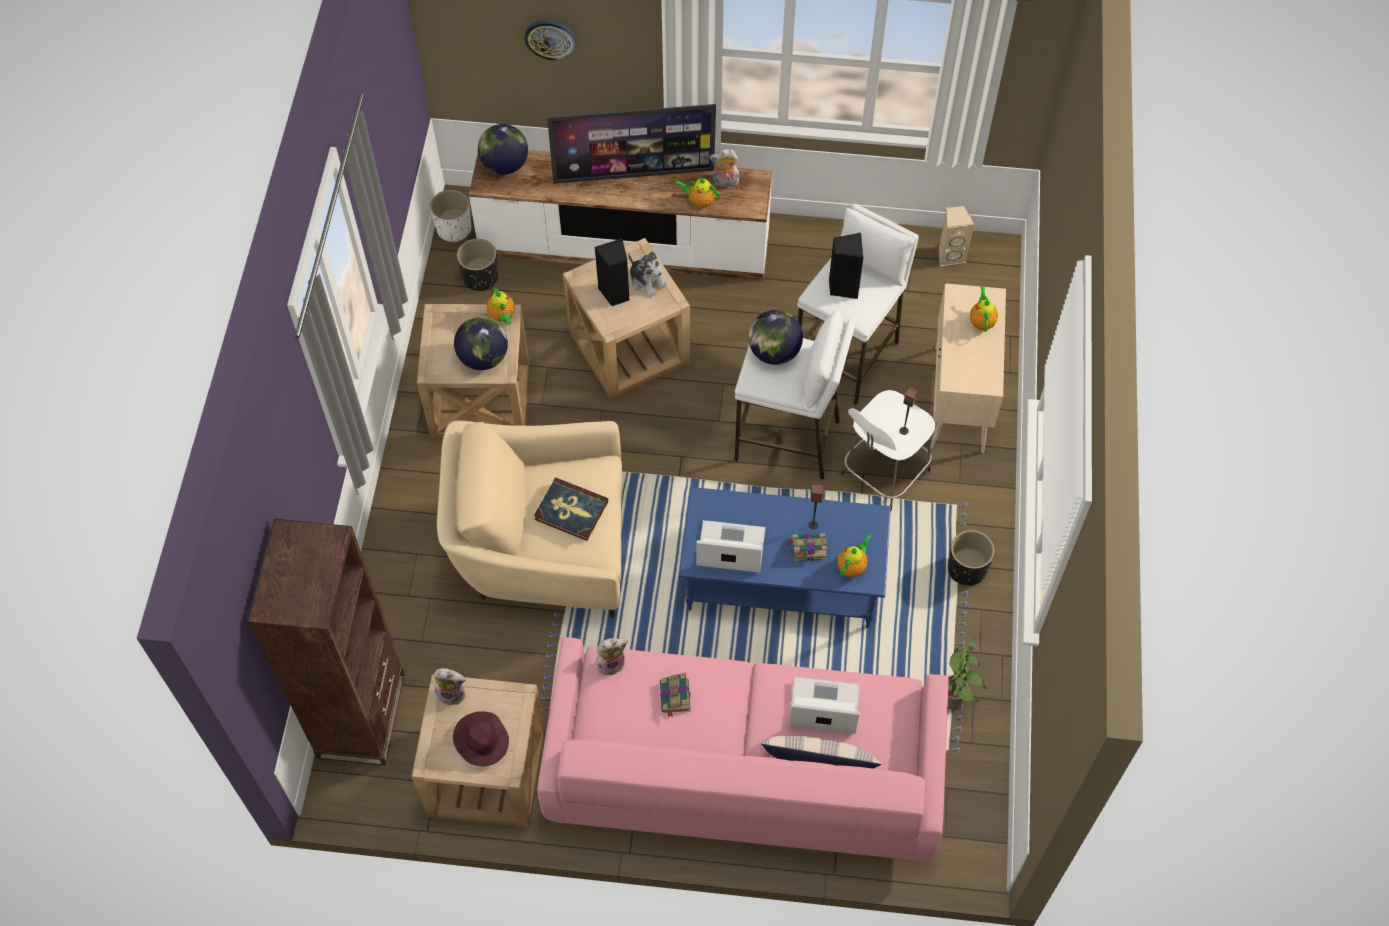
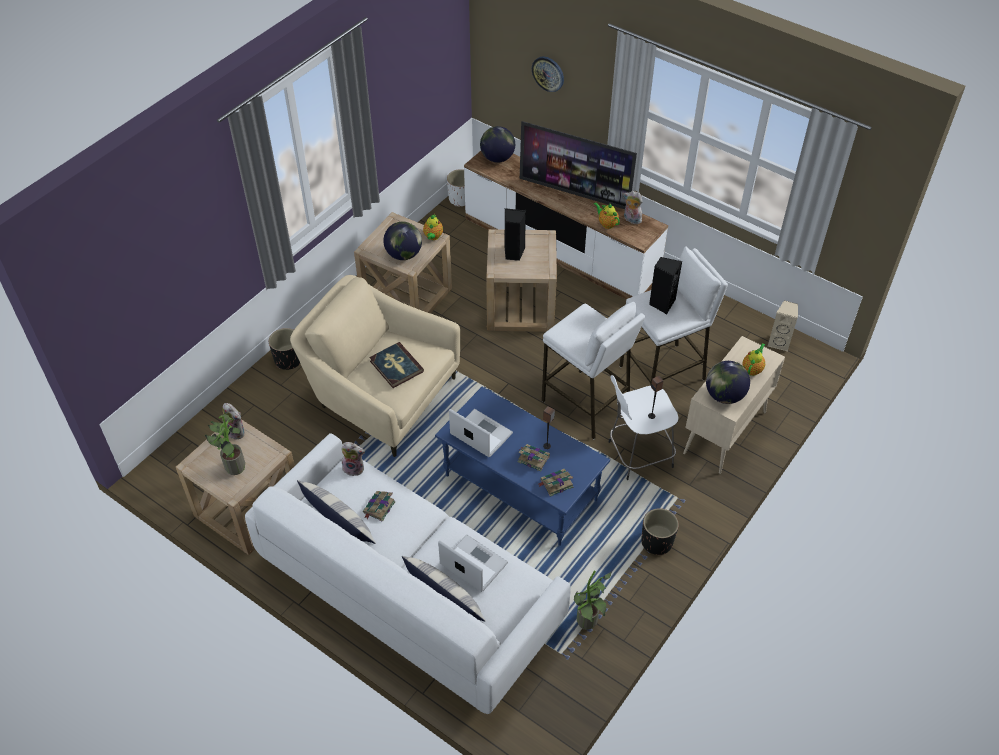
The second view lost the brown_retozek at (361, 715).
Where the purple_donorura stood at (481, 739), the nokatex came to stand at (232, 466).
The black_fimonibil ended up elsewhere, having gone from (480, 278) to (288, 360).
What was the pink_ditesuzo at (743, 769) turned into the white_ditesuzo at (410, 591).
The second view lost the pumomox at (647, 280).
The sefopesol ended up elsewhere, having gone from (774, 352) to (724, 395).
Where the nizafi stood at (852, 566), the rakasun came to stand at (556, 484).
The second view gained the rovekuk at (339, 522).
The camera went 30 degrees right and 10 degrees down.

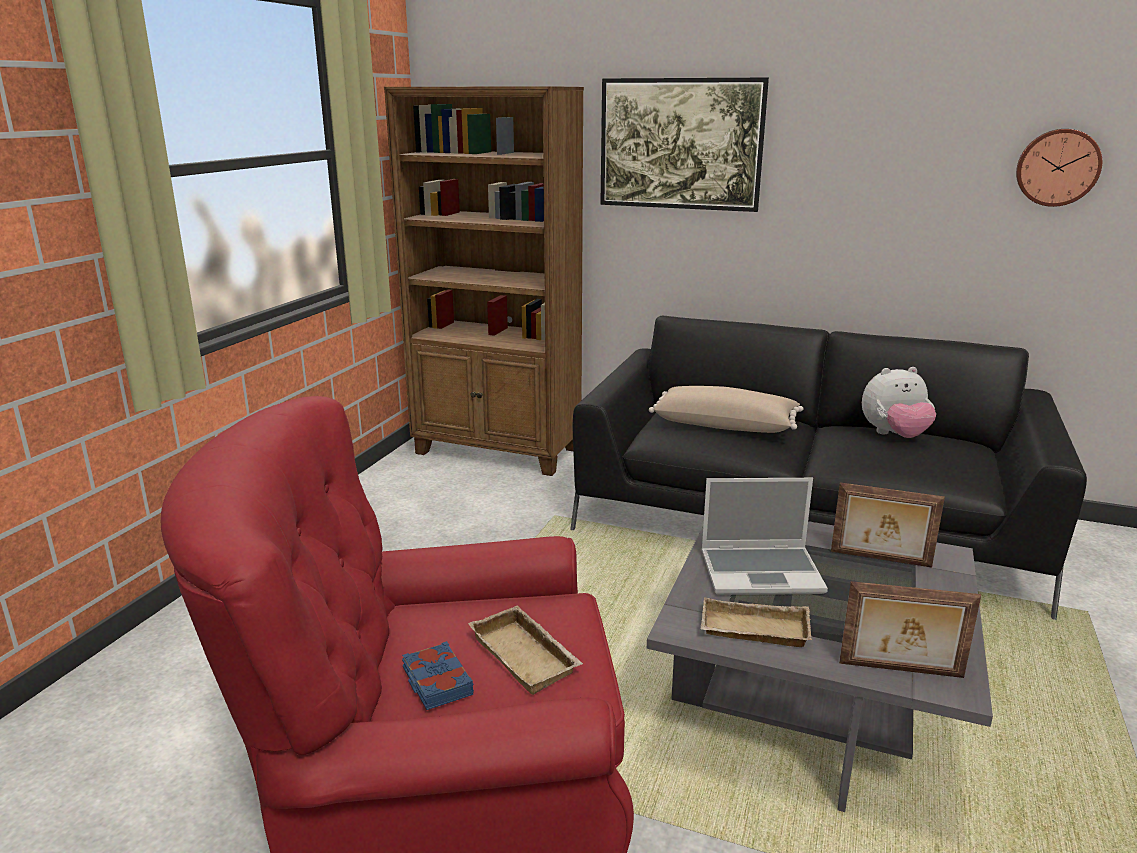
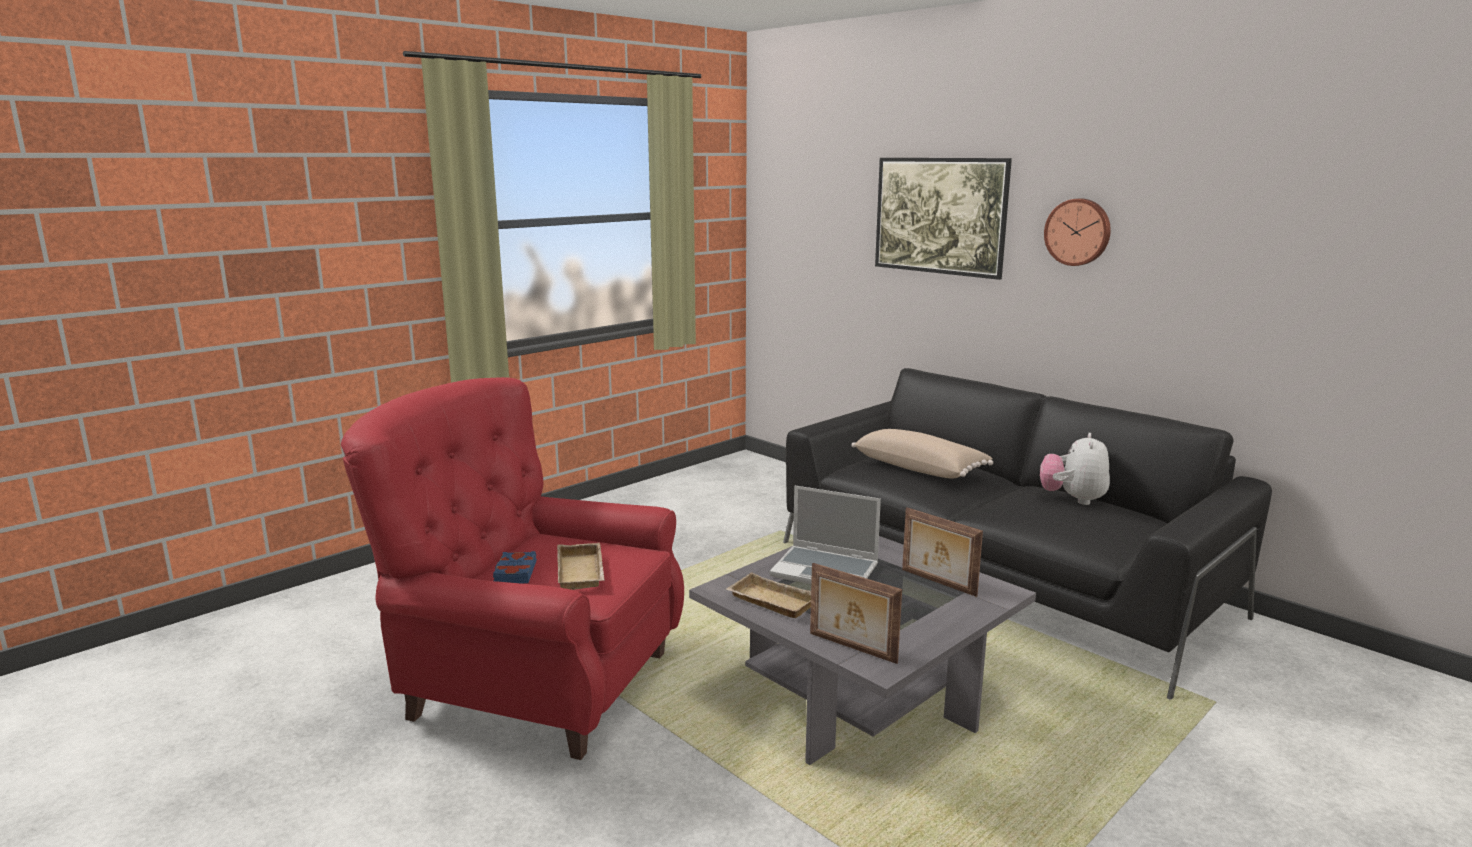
The second view lost the brown_retozek at (498, 451).
The pumomox at (894, 435) ended up facing another way, 90 degrees clockwise from before.
The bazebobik ended up elsewhere, having gone from (1057, 167) to (1078, 232).
The camera went 25 degrees right and 5 degrees down.

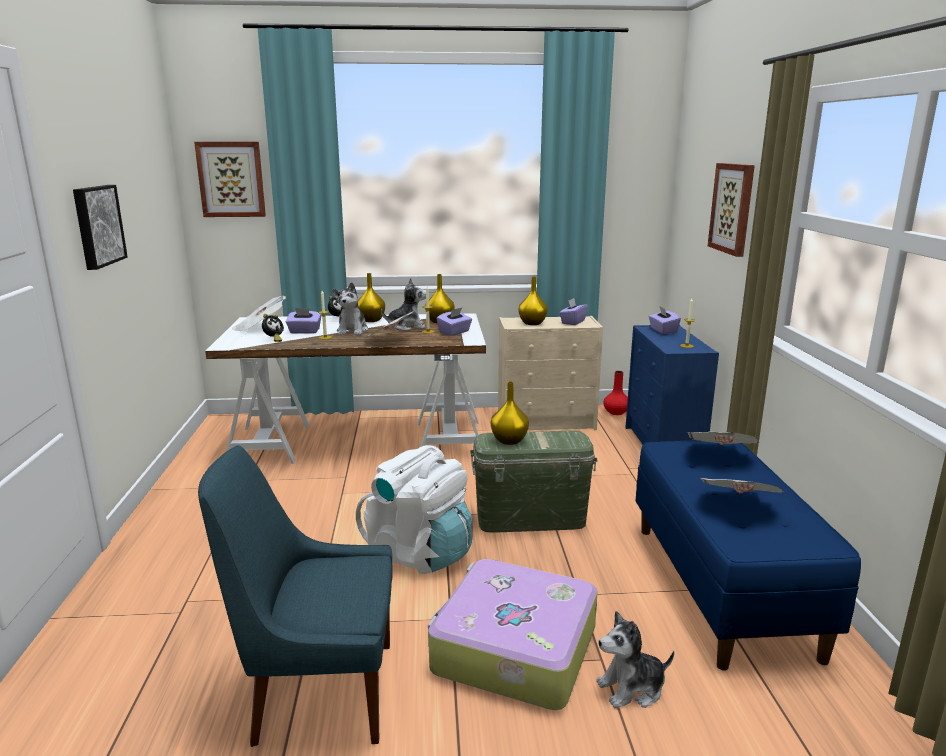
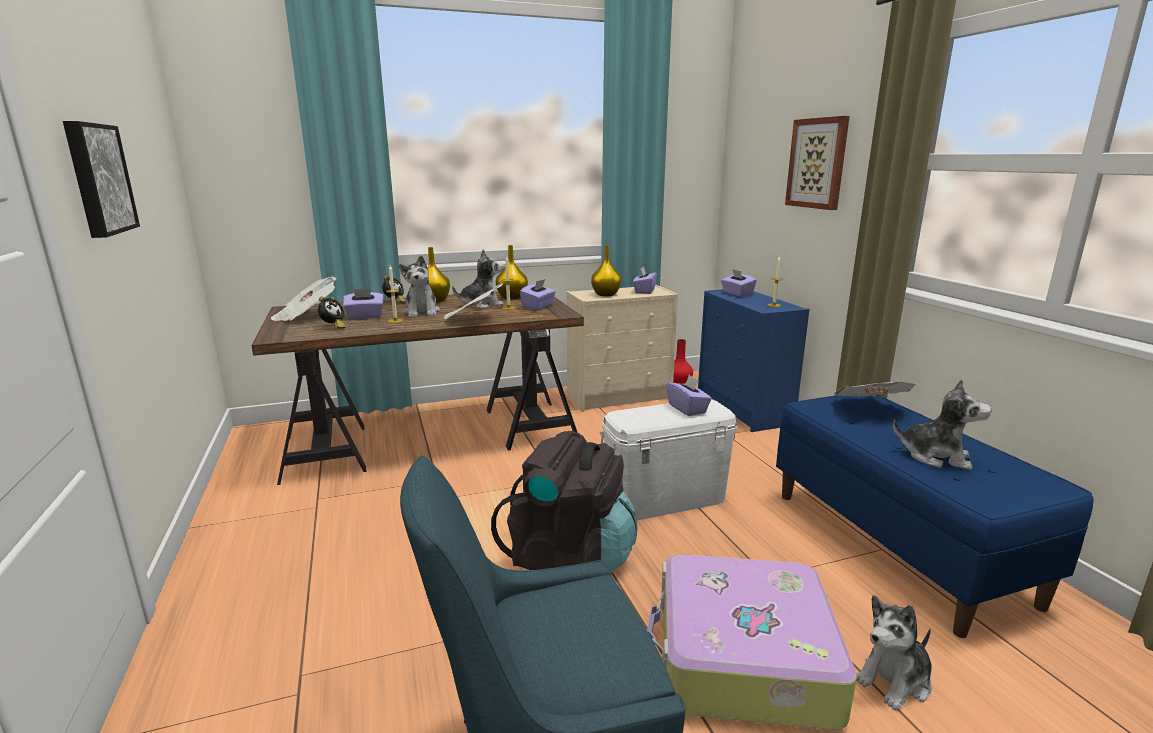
The second view lost the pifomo at (231, 179).
What was the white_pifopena at (360, 440) turned into the brown_pifopena at (433, 436).
What was the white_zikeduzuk at (419, 553) turned into the black_zikeduzuk at (569, 557).
What was the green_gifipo at (531, 518) turned into the white_gifipo at (665, 498).
The second view lost the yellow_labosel at (509, 441).
Where the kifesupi stood at (738, 505), the pumomox came to stand at (935, 456).
The second view gained the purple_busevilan at (687, 409).
The camera went 15 degrees left and 0 degrees up.

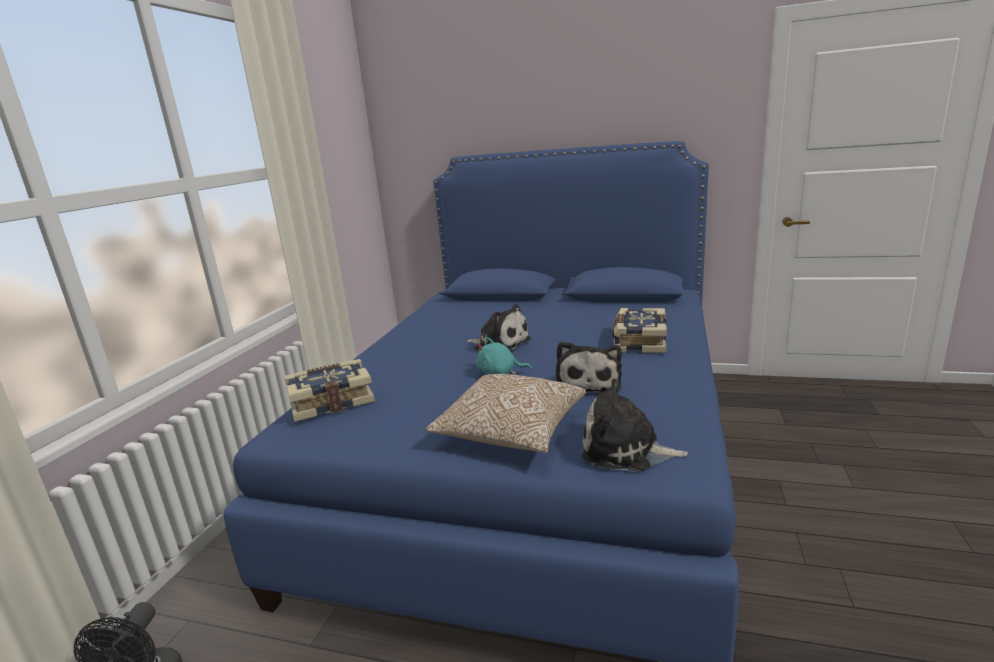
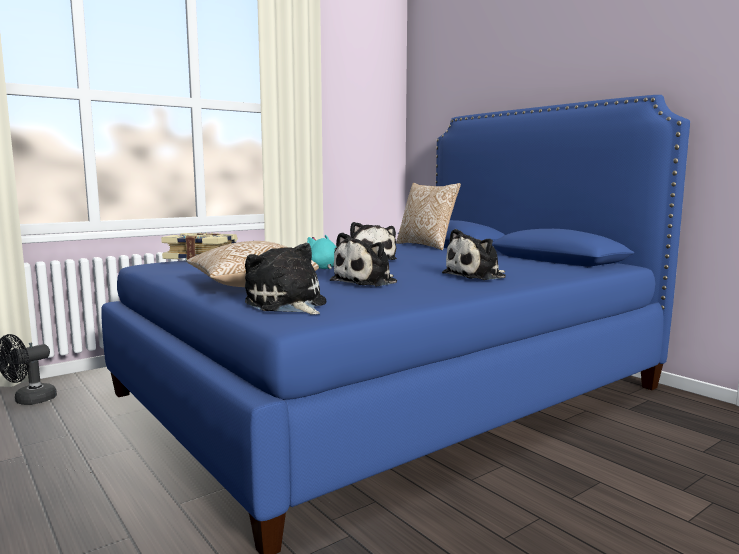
Where the rakasun stood at (638, 341), the pumomox came to stand at (477, 276).
The second view gained the rovekuk at (426, 246).
The camera went 35 degrees right and 10 degrees down.

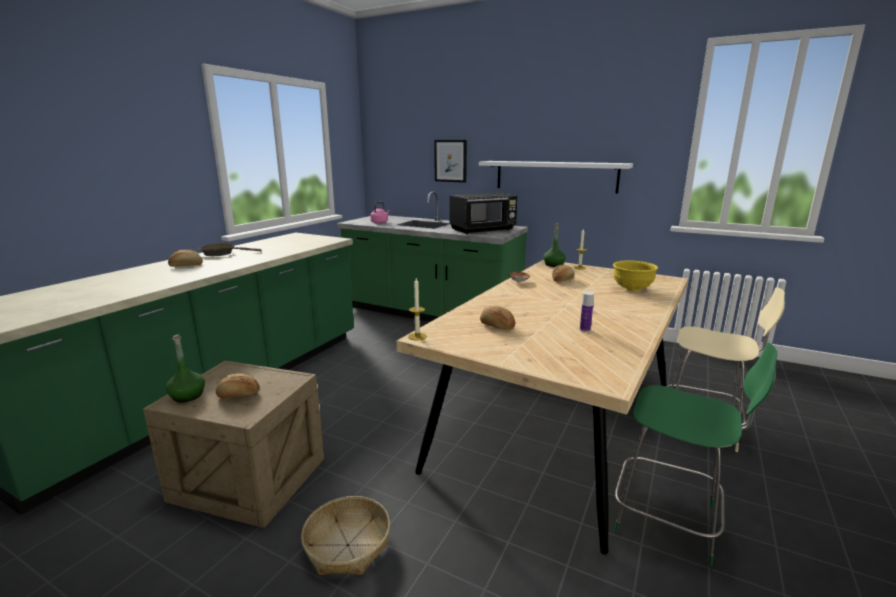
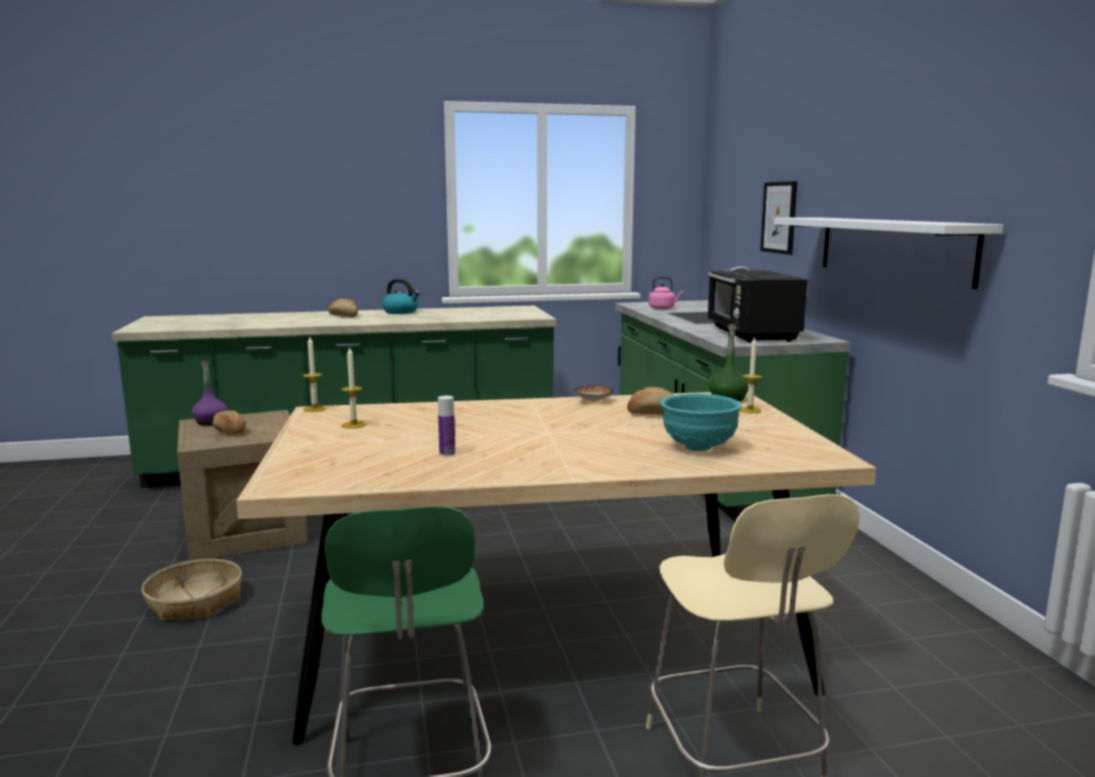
What was the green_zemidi at (187, 396) turned into the purple_zemidi at (210, 422).
Where the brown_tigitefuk stood at (221, 253), the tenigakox came to stand at (401, 312).
The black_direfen at (483, 230) ended up facing another way, 60 degrees clockwise from before.
The second view lost the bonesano at (496, 326).
What was the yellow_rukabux at (631, 289) turned into the turquoise_rukabux at (698, 447).
The second view gained the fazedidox at (354, 425).
The camera went 50 degrees right and 5 degrees down.

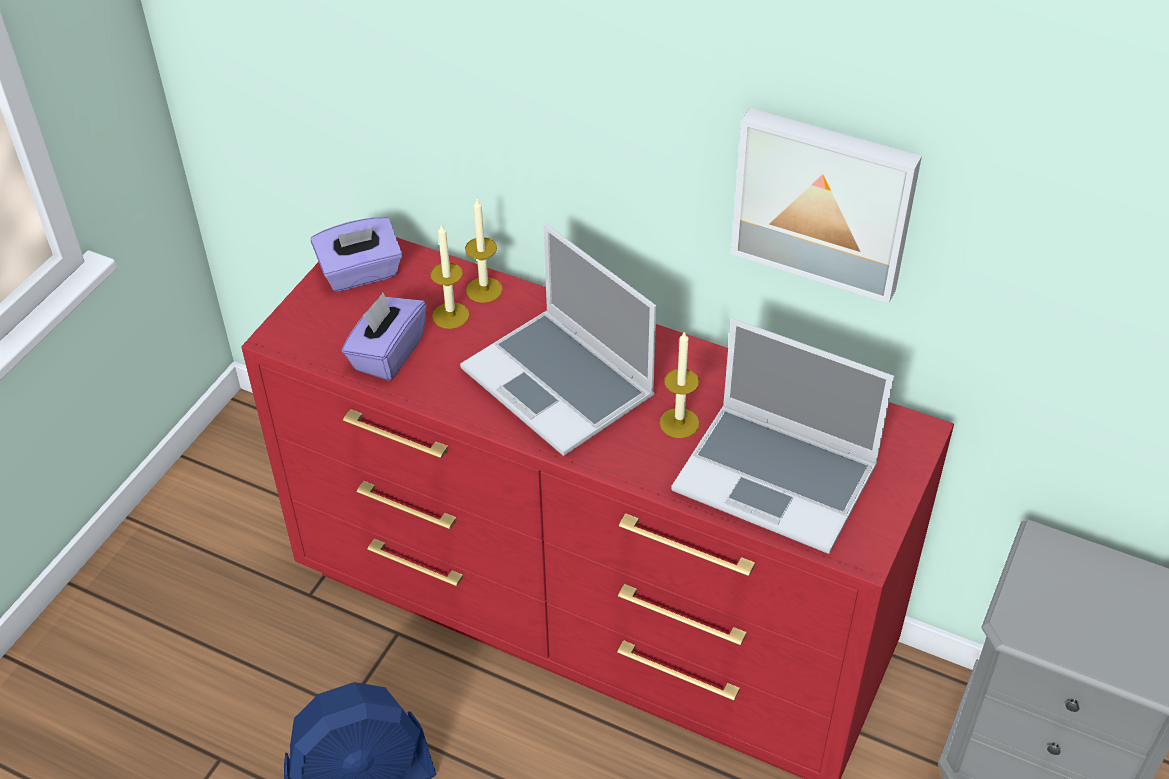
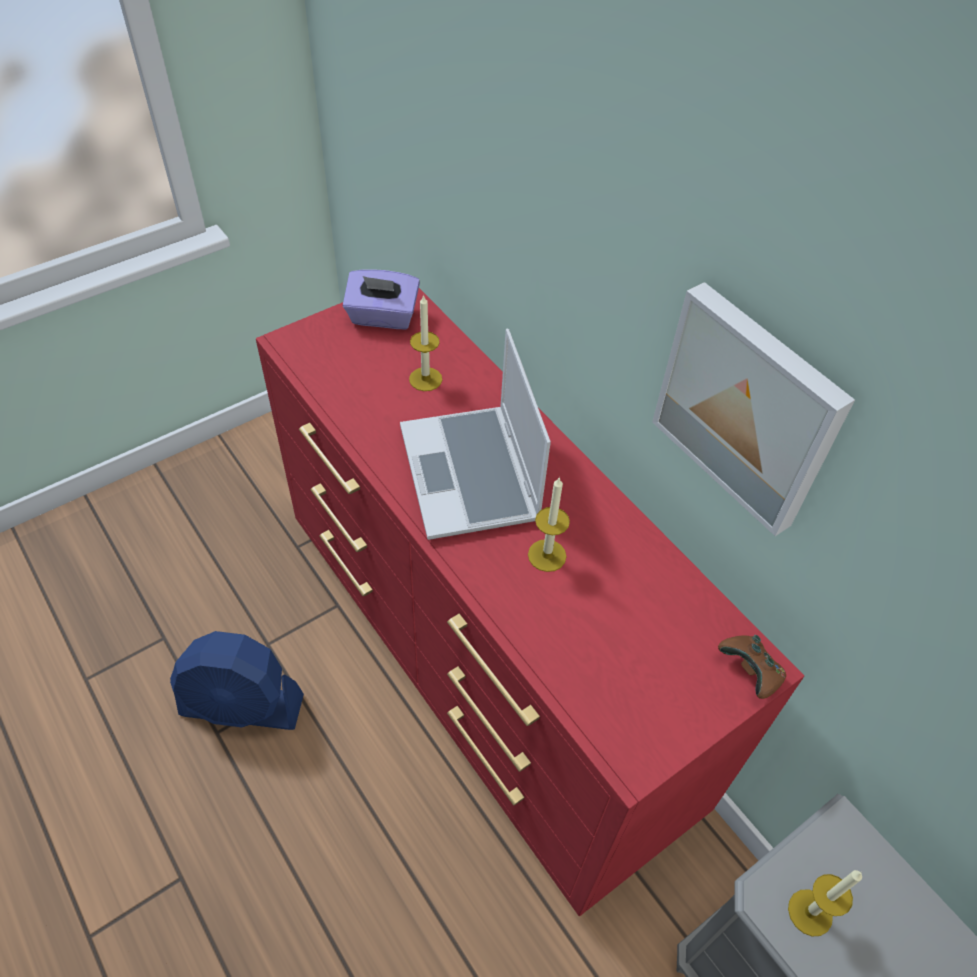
The second view lost the purple_busevilan at (387, 354).
The fazedidox ended up elsewhere, having gone from (484, 290) to (810, 912).
The second view lost the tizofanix at (778, 479).
The second view gained the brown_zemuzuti at (750, 672).
The camera went 25 degrees right and 5 degrees up.

